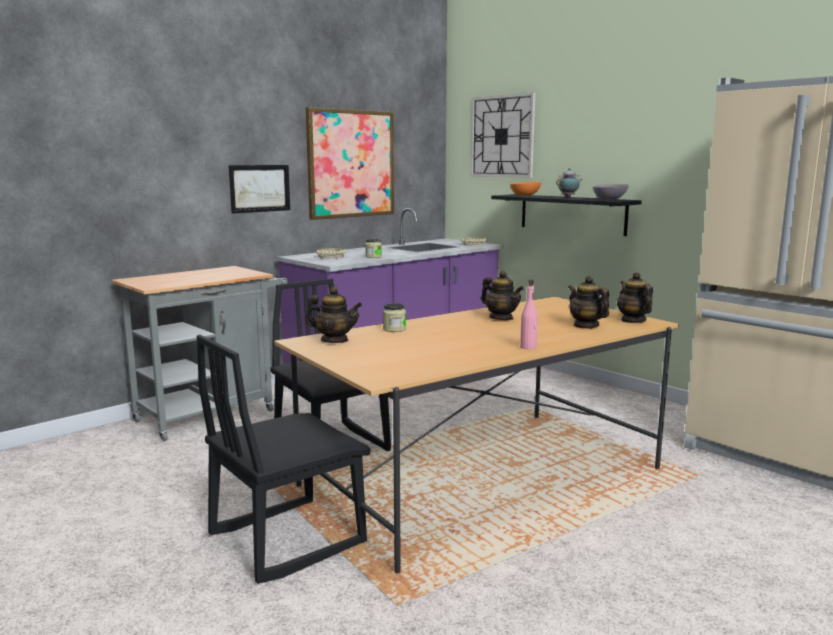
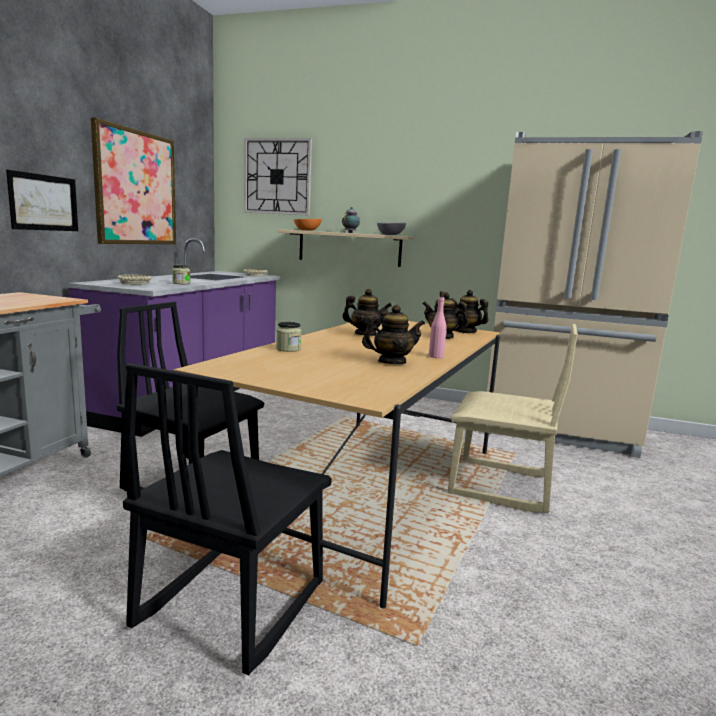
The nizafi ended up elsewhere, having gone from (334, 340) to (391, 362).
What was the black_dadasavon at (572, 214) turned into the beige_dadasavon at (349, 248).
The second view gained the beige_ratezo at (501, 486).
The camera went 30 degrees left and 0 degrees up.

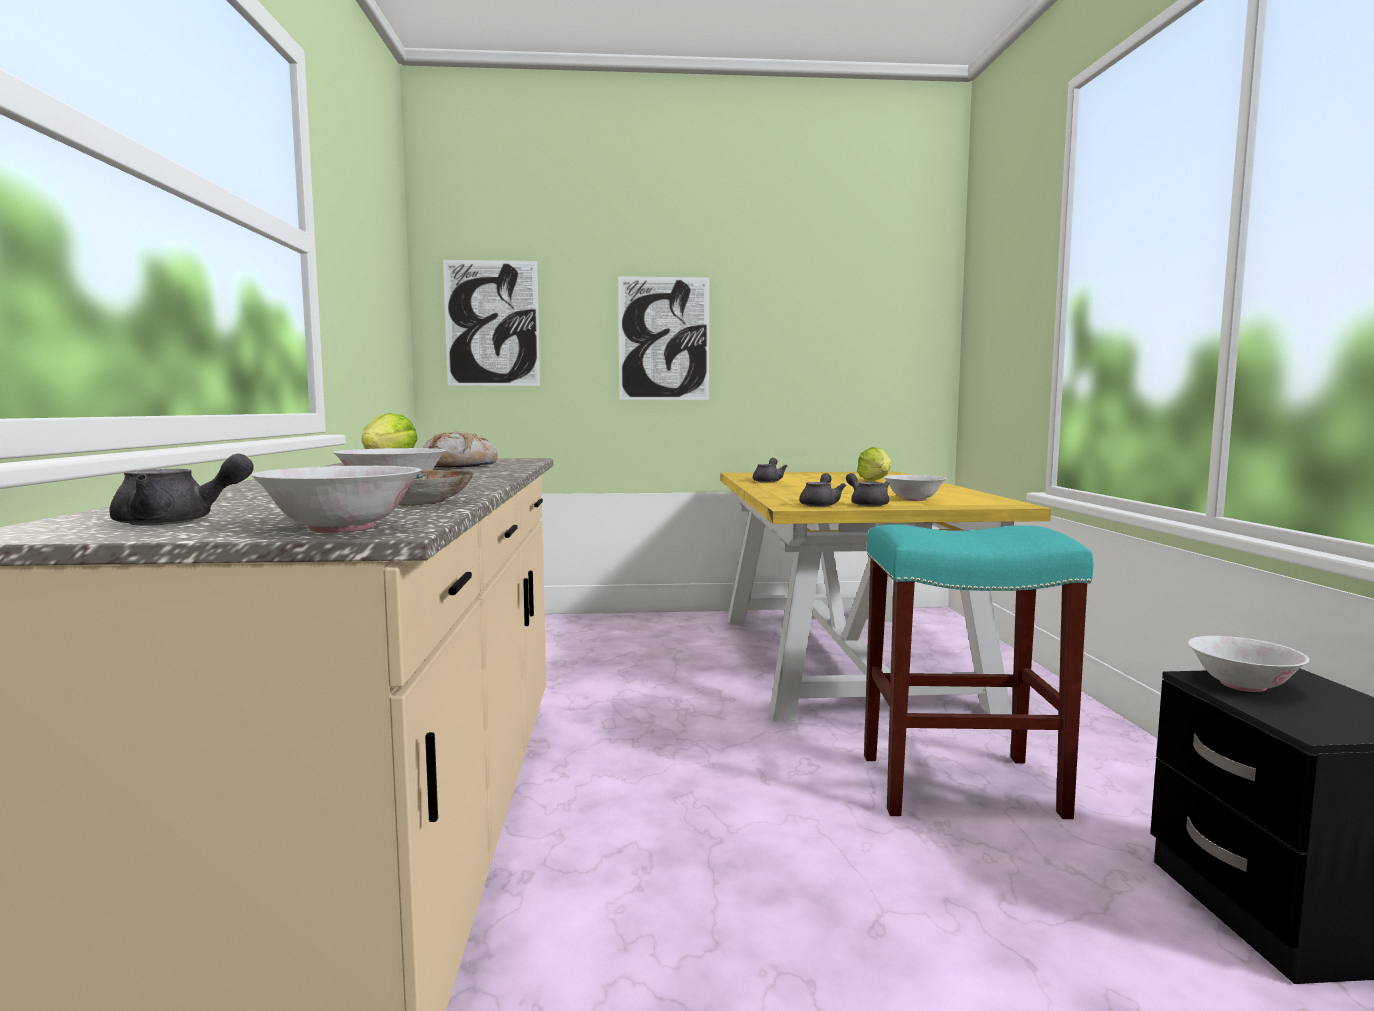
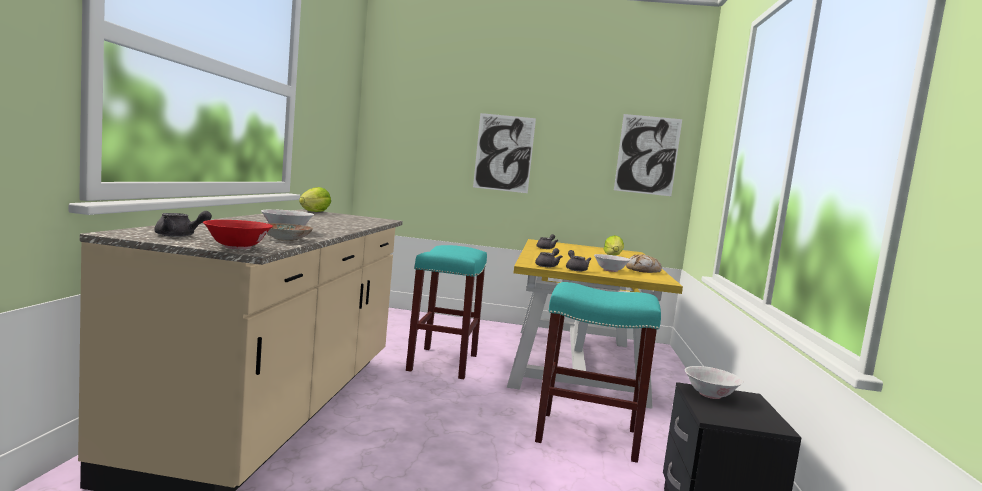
What was the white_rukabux at (342, 528) turned into the red_rukabux at (237, 247).
The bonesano ended up elsewhere, having gone from (460, 465) to (643, 270).
The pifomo ended up elsewhere, having gone from (492, 323) to (647, 155).
The second view gained the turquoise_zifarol at (442, 362).
The camera went 10 degrees right and 0 degrees up.

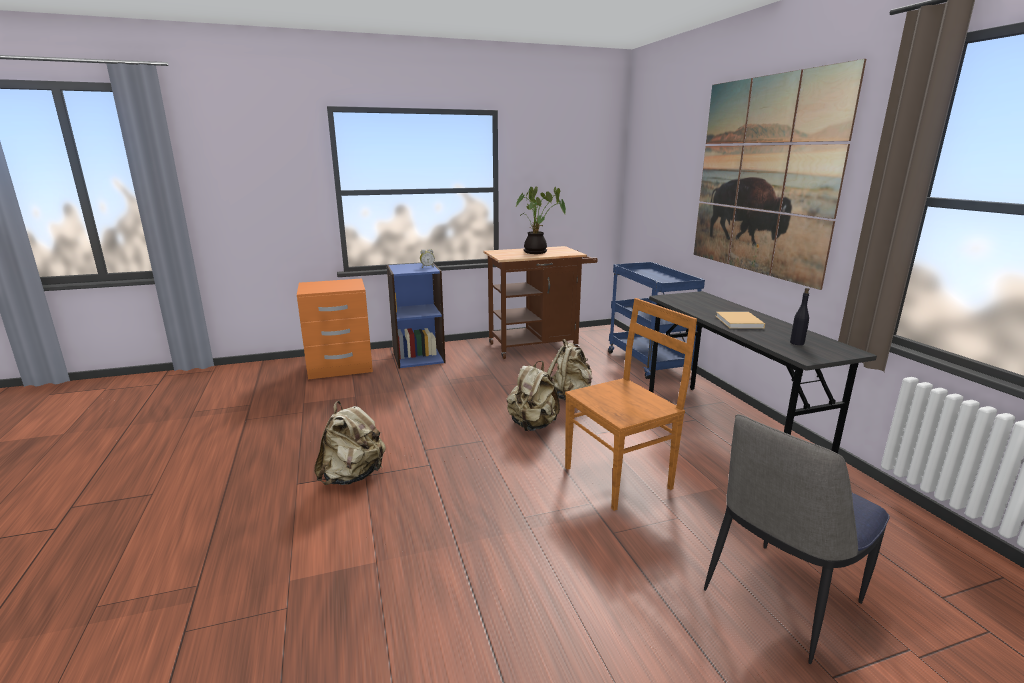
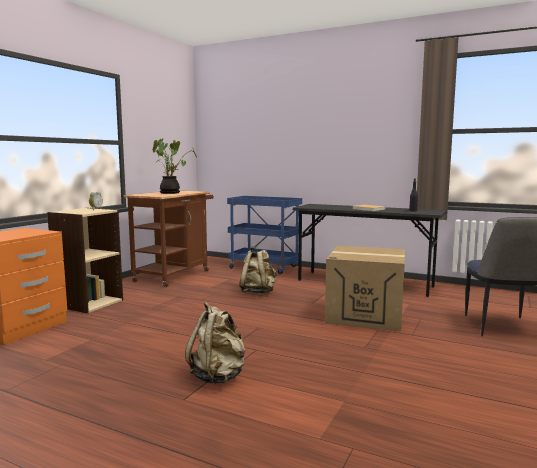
What was the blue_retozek at (418, 357) turned into the beige_retozek at (89, 303).
The second view lost the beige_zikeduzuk at (532, 425).
Where the brown_ratezo stood at (620, 477), the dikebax came to stand at (365, 315).
The second view lost the pifomo at (763, 177).
The camera went 45 degrees left and 10 degrees down.

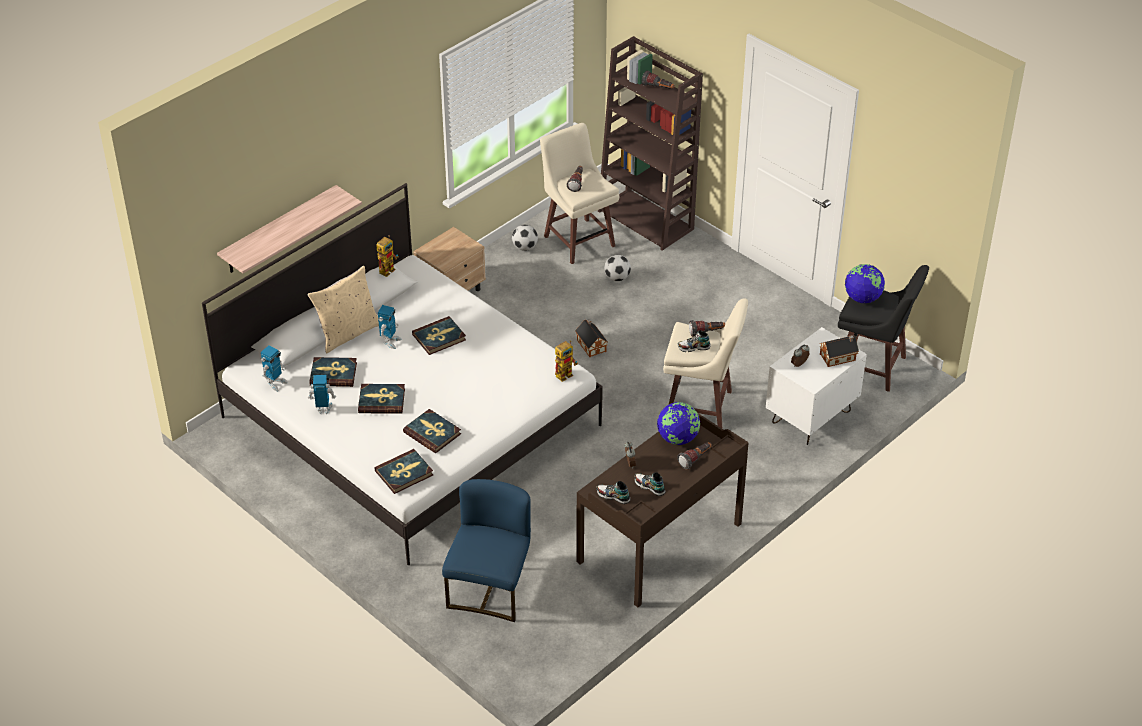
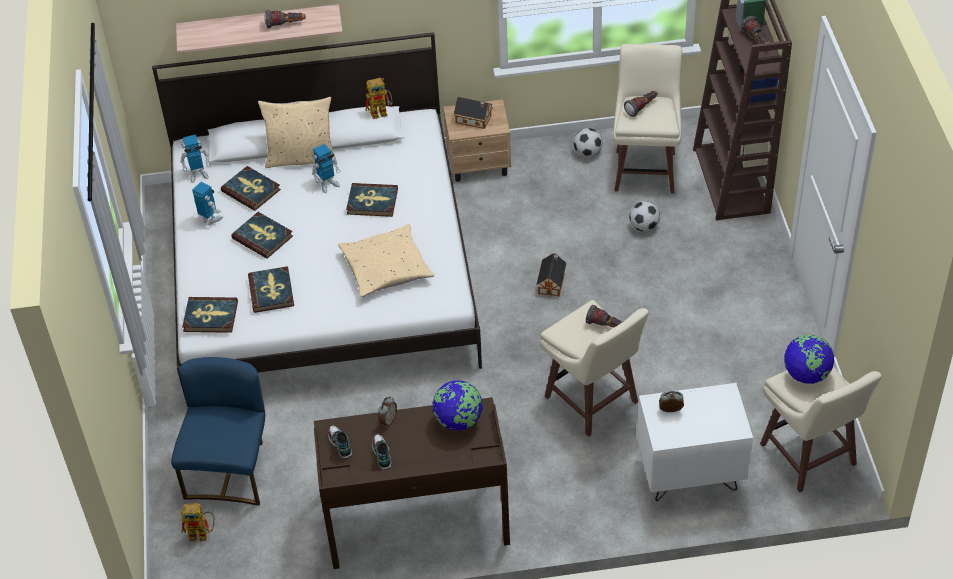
The blue_ratezo at (490, 588) ended up facing another way, 45 degrees counterclockwise from before.
The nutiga ended up elsewhere, having gone from (566, 373) to (203, 534).
The second view lost the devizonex at (693, 347).
The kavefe ended up elsewhere, having gone from (695, 459) to (286, 25).
The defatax ended up elsewhere, having gone from (839, 357) to (474, 119).
What was the black_zifarol at (873, 367) turned into the beige_zifarol at (809, 457).
The second view gained the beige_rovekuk at (386, 268).
The camera went 40 degrees right and 5 degrees up.

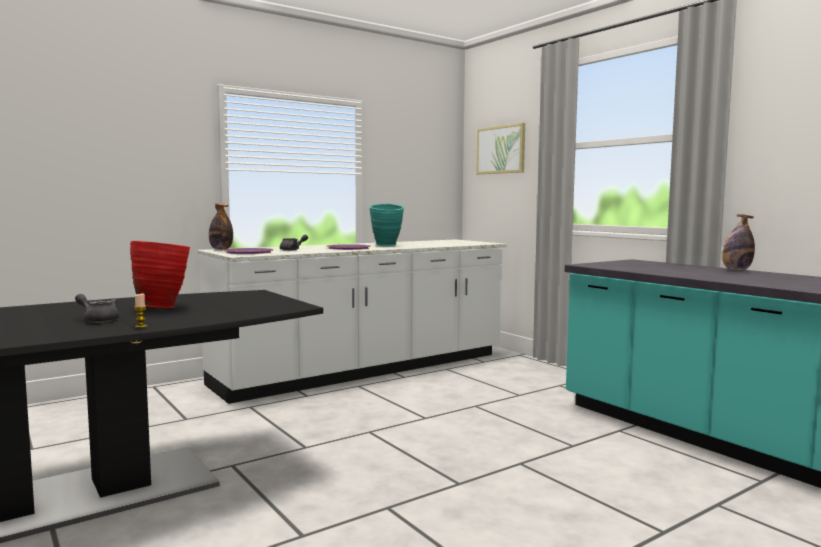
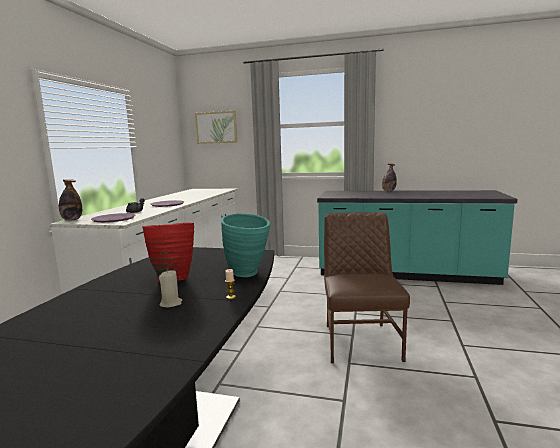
Where the grey_nizafi stood at (98, 320), the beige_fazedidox came to stand at (171, 303).
The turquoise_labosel ended up elsewhere, having gone from (387, 246) to (248, 274).
The second view gained the brown_ratezo at (360, 341).
The camera went 40 degrees left and 5 degrees up.

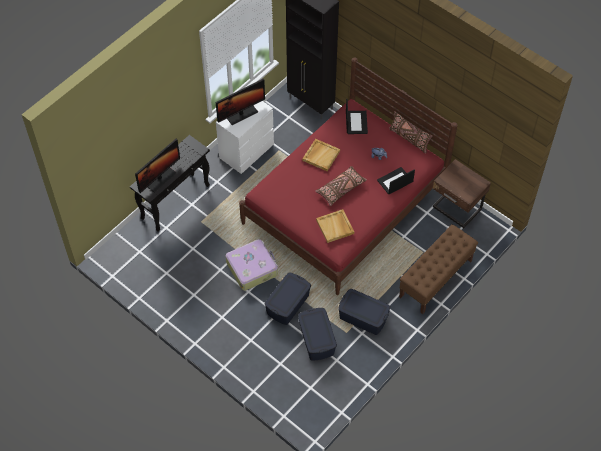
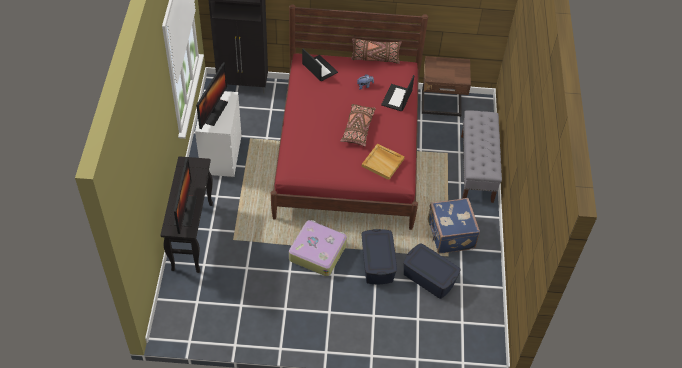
The second view lost the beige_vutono at (321, 155).
Where the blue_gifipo stood at (363, 317), the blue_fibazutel came to stand at (450, 235).
What was the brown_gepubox at (435, 279) turned into the grey_gepubox at (477, 168).
The camera went 40 degrees left and 5 degrees down.

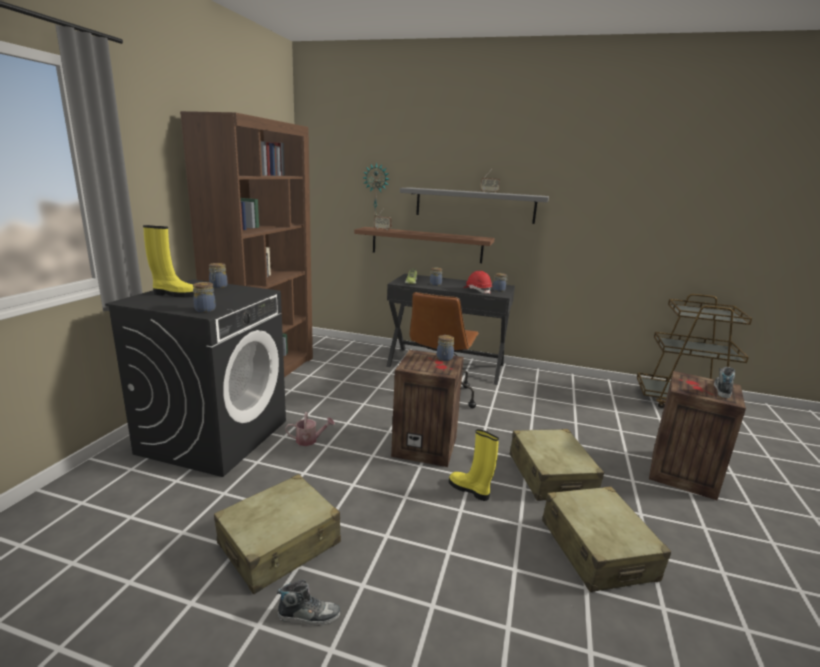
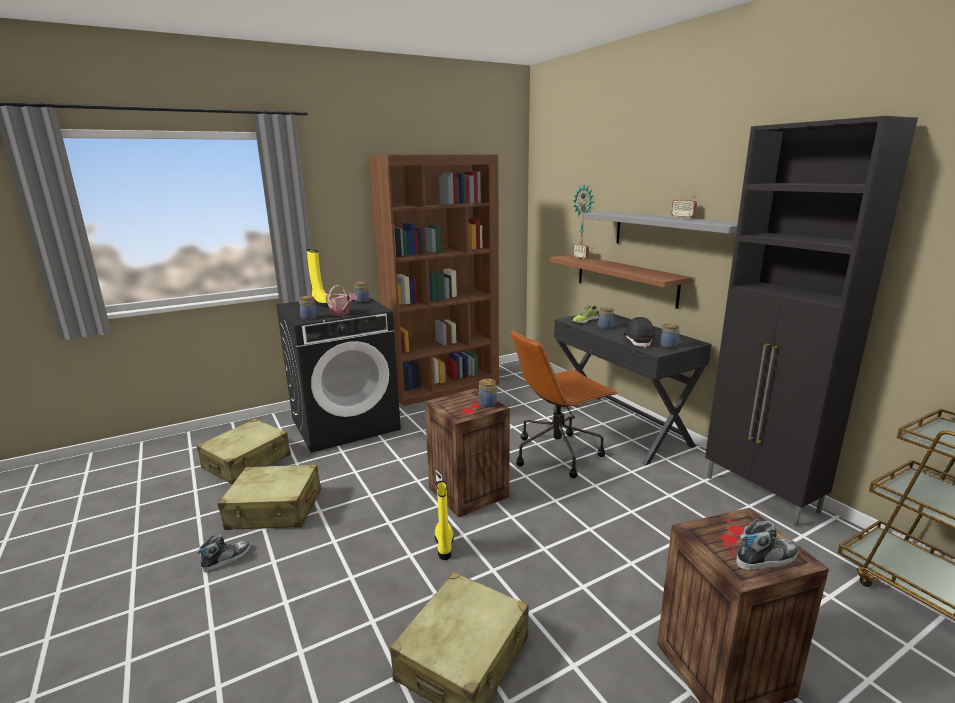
The devizonex at (309, 615) ended up facing another way, 90 degrees counterclockwise from before.
The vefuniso ended up elsewhere, having gone from (310, 440) to (341, 313).
What was the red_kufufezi at (477, 290) turned into the black_kufufezi at (638, 341).
The beige_fibazutel ended up elsewhere, having gone from (551, 476) to (247, 462).
The second view gained the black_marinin at (761, 495).
The camera went 45 degrees right and 0 degrees up.

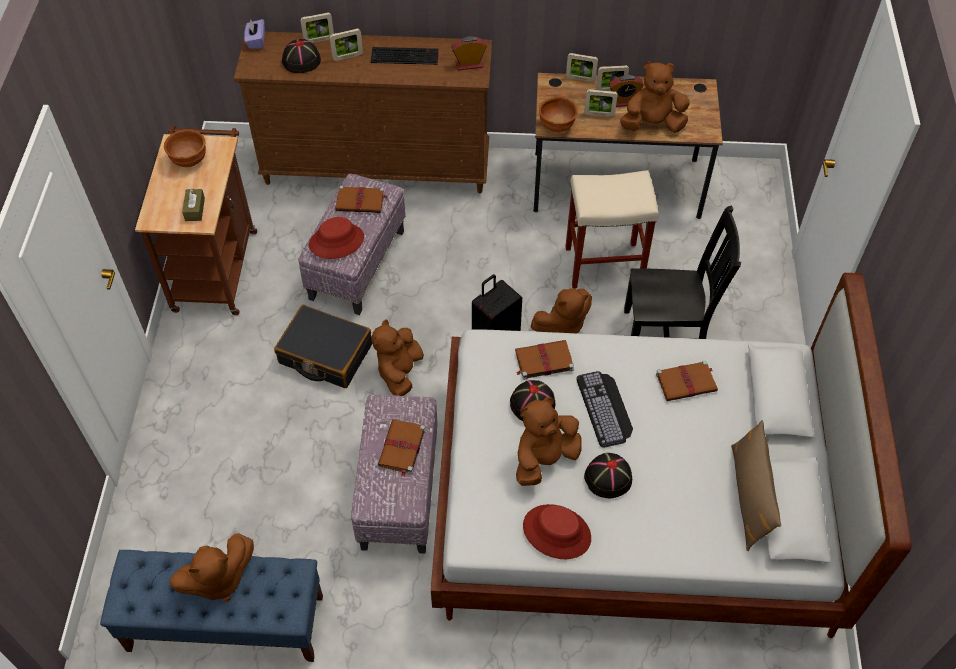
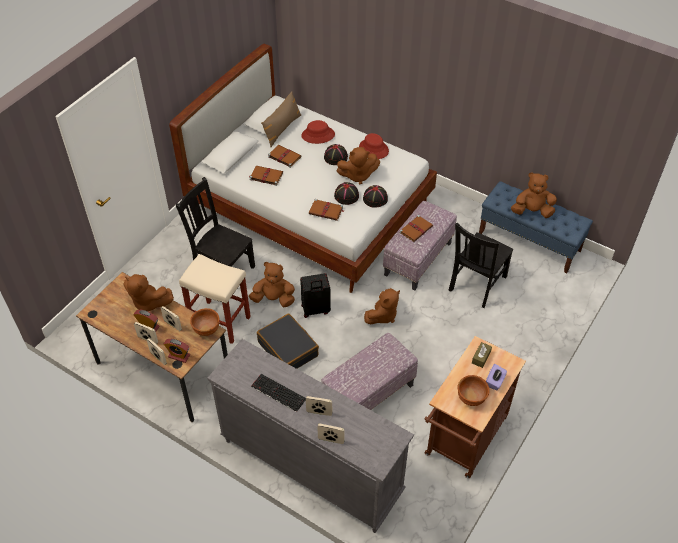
What was the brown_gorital at (377, 168) turned into the grey_gorital at (310, 467).
The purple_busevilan ended up elsewhere, having gone from (256, 41) to (495, 381).
The black_fibazutel ended up elsewhere, having gone from (325, 354) to (288, 349).
The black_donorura ended up elsewhere, having gone from (301, 61) to (375, 198).
The red_donorura ended up elsewhere, having gone from (336, 241) to (318, 135).
The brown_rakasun ended up elsewhere, having gone from (361, 201) to (284, 156).
The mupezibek ended up elsewhere, having gone from (469, 64) to (179, 356).
The second view lost the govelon at (606, 408).
The second view gained the black_ratezo at (476, 285).
The camera went 150 degrees left and 5 degrees down.

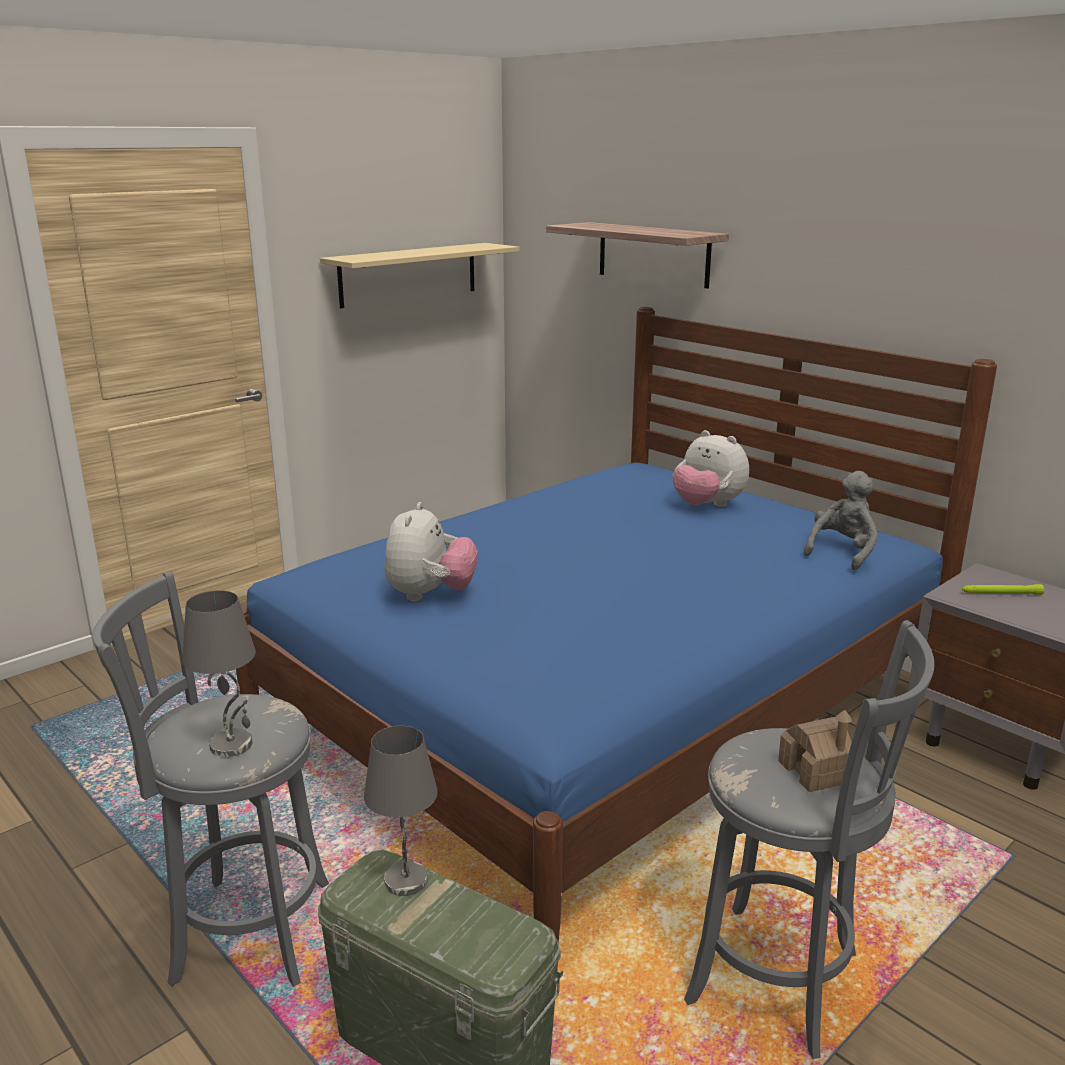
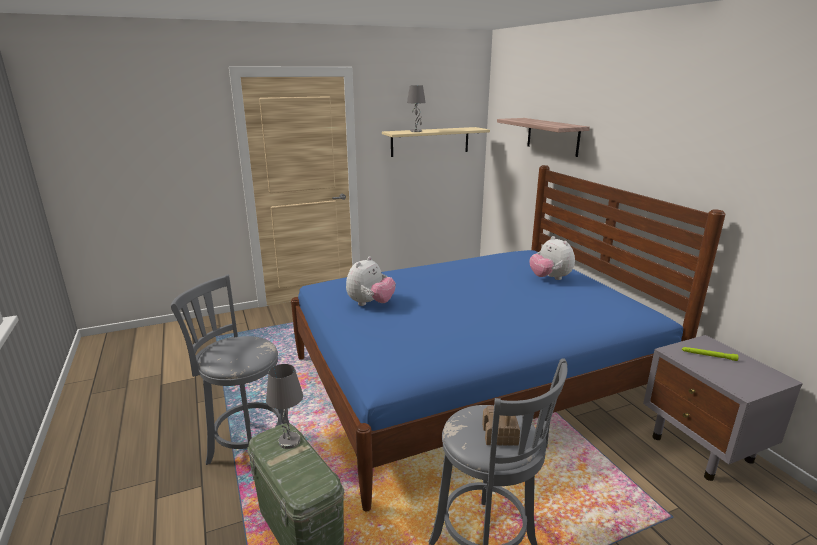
The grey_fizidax ended up elsewhere, having gone from (232, 744) to (416, 131).
The second view lost the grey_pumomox at (842, 552).
The camera went 20 degrees right and 0 degrees up.

